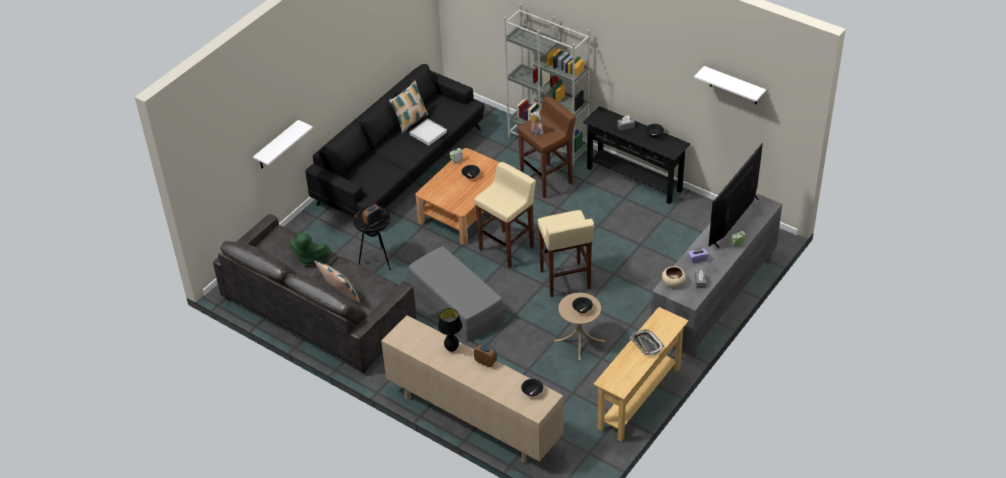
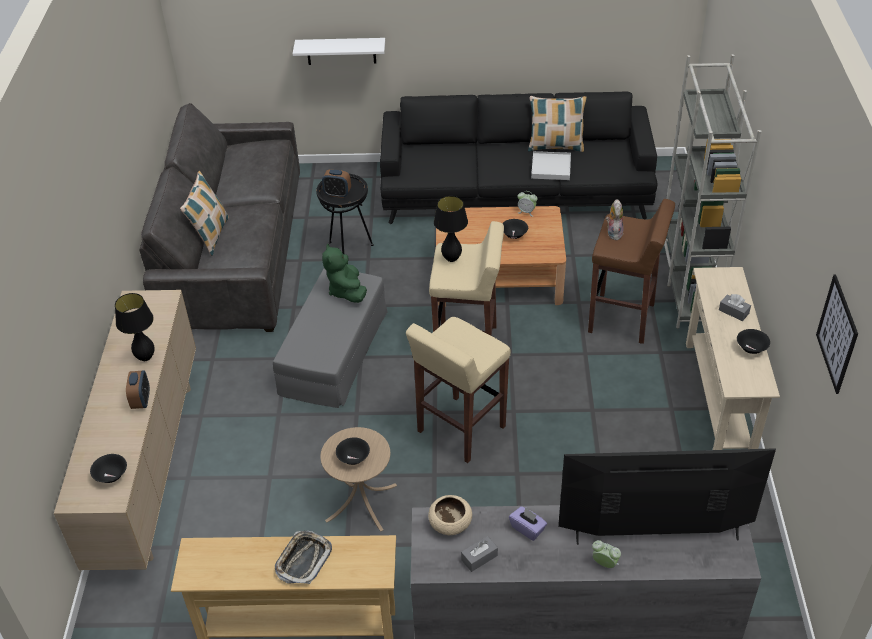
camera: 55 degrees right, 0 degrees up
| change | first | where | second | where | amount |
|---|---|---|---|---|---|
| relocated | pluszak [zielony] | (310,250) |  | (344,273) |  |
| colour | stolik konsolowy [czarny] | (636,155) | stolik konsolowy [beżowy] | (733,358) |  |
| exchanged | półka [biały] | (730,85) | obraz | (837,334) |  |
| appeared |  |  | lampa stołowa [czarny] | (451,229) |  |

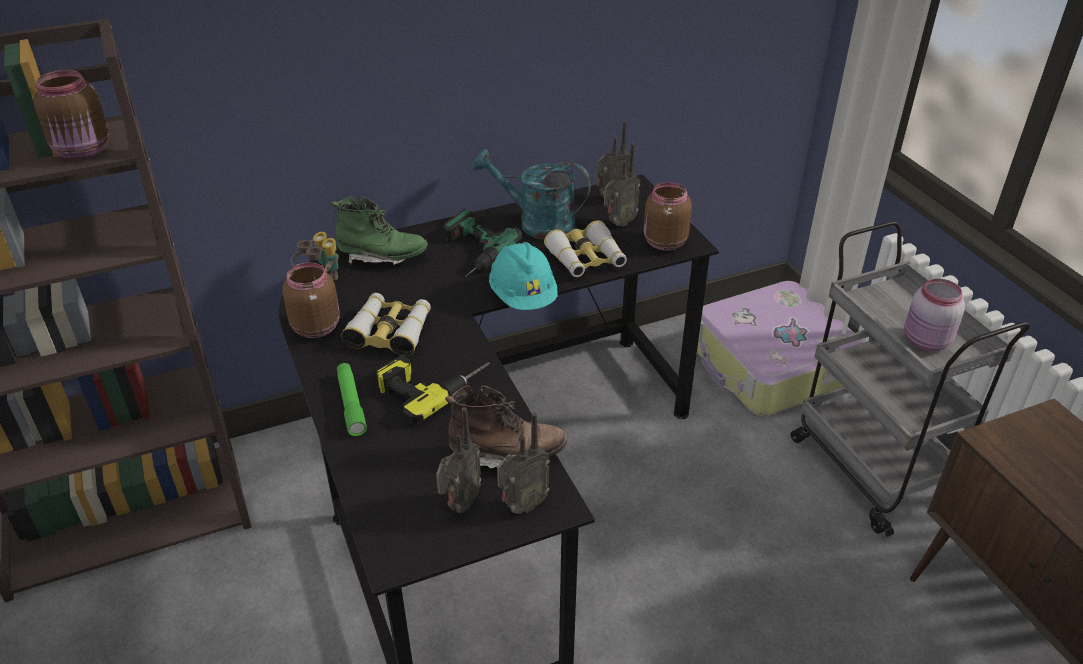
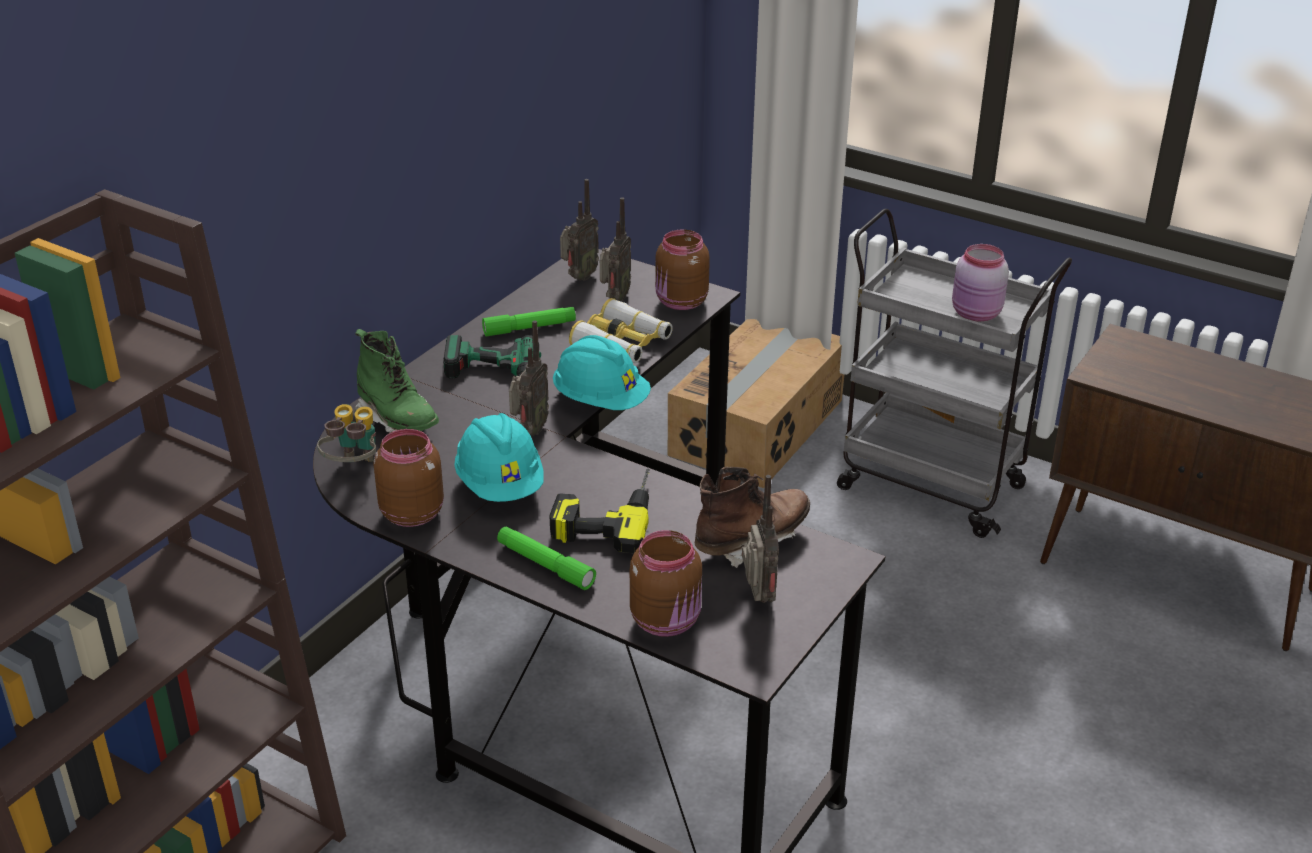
camera: 35 degrees left, 5 degrees down
| change | first | where | second | where | amount |
|---|---|---|---|---|---|
| relocated | słoik [brązowy] | (71,115) |  | (666,583) |  |
| spun | but z cholewką [zielony] | (379,230) |  | (397,380) | 75 degrees clockwise |
| exchanged | lornetka | (386,324) | kask [turkusowy] | (499,457) |  |
| exchanged | konewka [turkusowy] | (531,194) | latarka [zielony] | (529,321) |  |
| relocated | radio | (523,463) |  | (529,378) |  |
| exchanged | walizka | (780,348) | karton | (756,403) |  |

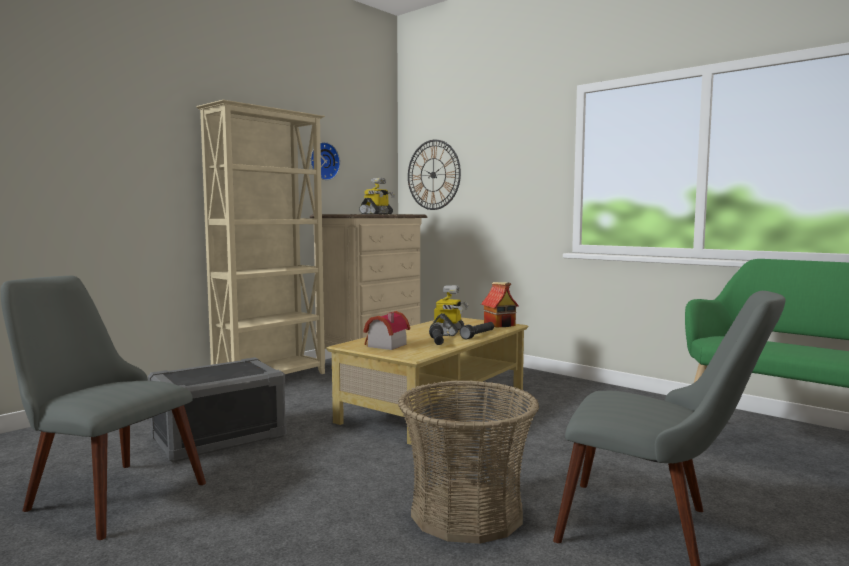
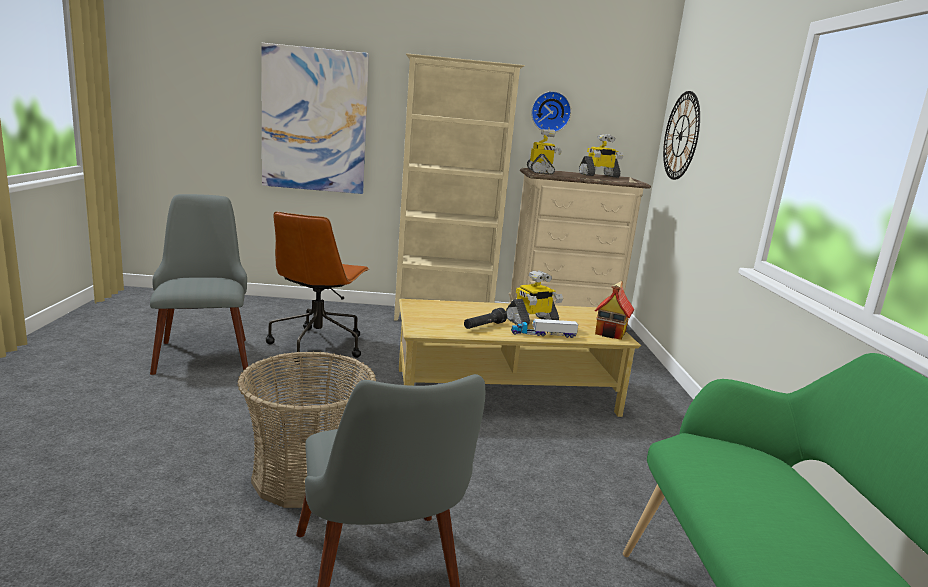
camera: 45 degrees right, 10 degrees up
| change | first | where | second | where | amount |
|---|---|---|---|---|---|
| exchanged | pojemnik do przechowywania [szary] | (217,410) | krzesło biurowe [brązowy] | (317,287) |  |
| missing | domek | (386,330) |  |  |  |
| exchanged | latarka [czarny] | (477,331) | ciężarówka zabawkowa | (544,328) |  |
| appeared |  |  | obraz | (315,118) |  |
| appeared |  |  | robot zabawkowy | (544,151) |  |

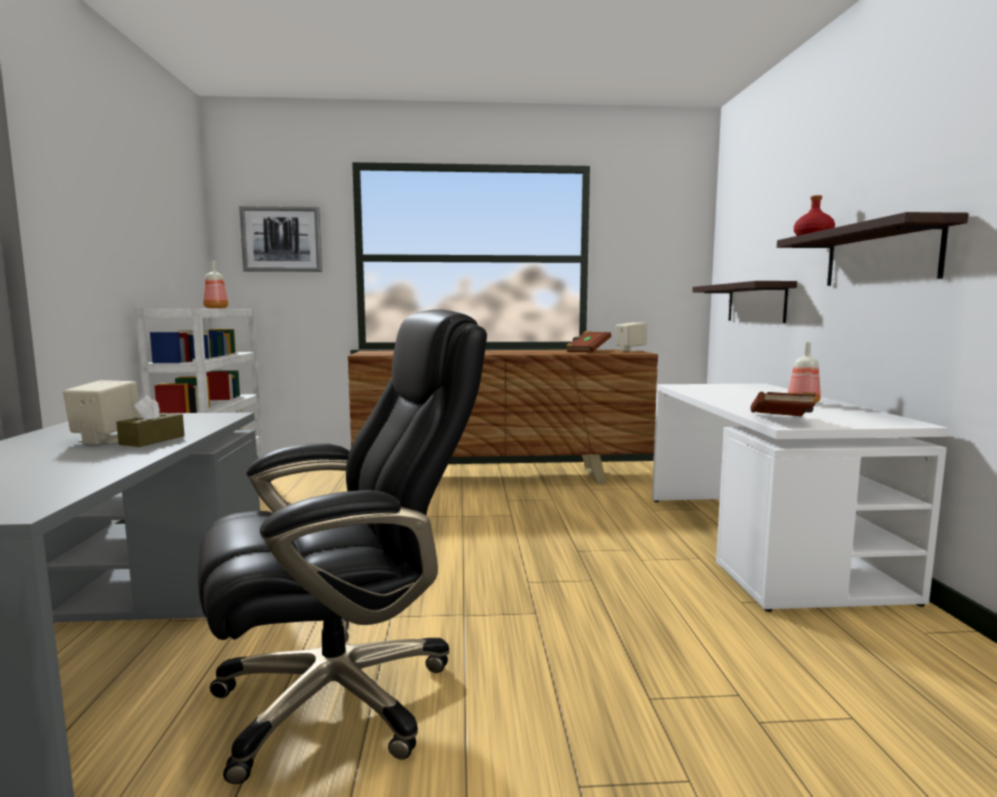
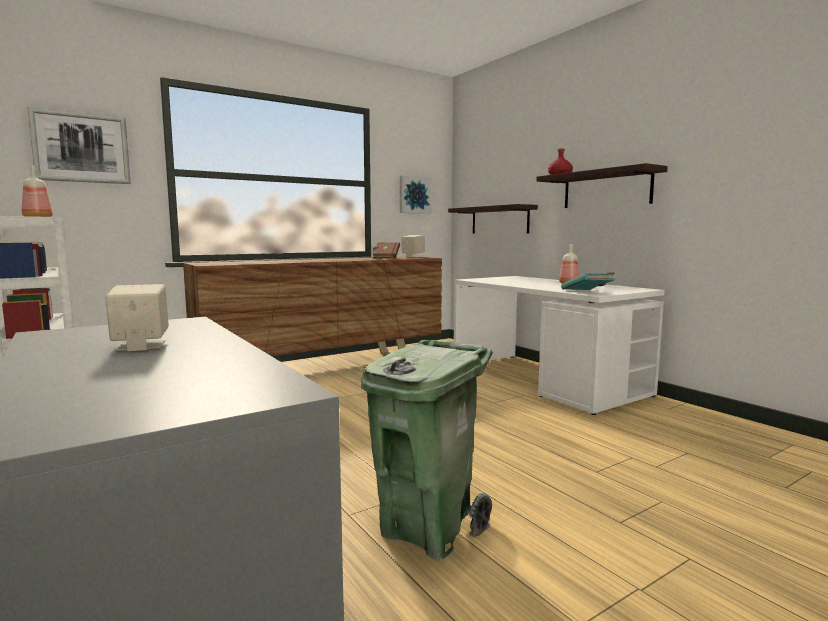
camera: 30 degrees left, 0 degrees up
| change | first | where | second | where | amount |
|---|---|---|---|---|---|
| missing | pudełko chusteczek [brązowy] | (150,421) |  |  |  |
| exchanged | krzesło biurowe [czarny] | (342,546) | kosz na śmieci [zielony] | (427,450) |  |
| colour | książka [brązowy] | (783,404) | książka [turkusowy] | (588,281) |  |
| appeared |  |  | obraz | (416,195) |  |

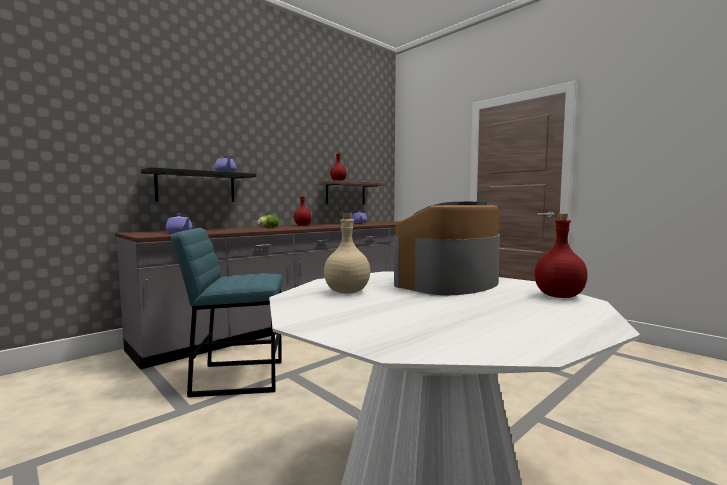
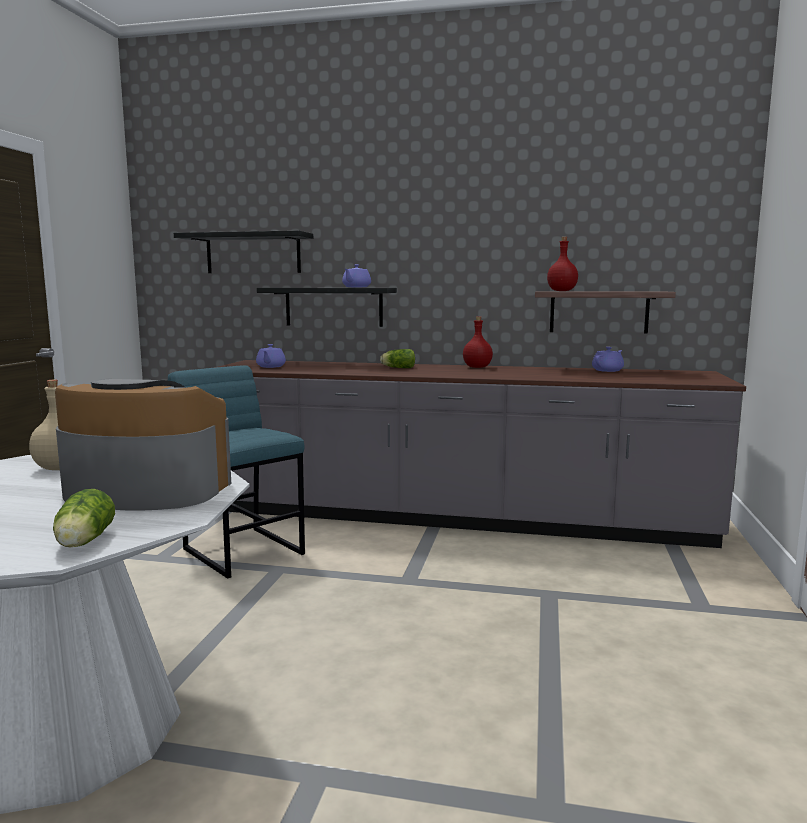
camera: 55 degrees right, 5 degrees up
| change | first | where | second | where | amount |
|---|---|---|---|---|---|
| exchanged | butelka [czerwony] | (561,255) | sałata | (84,518) |  |
| appeared |  |  | półka [czarny] | (243,251) |  |

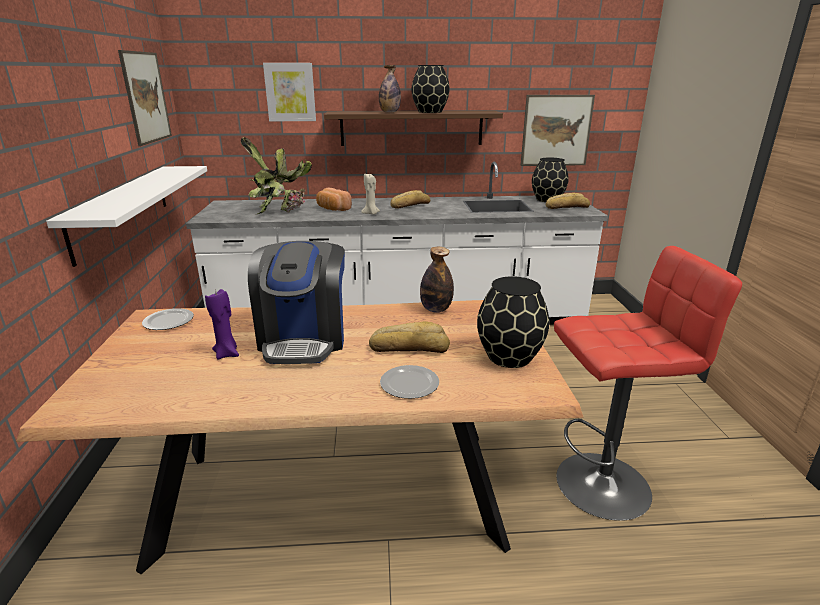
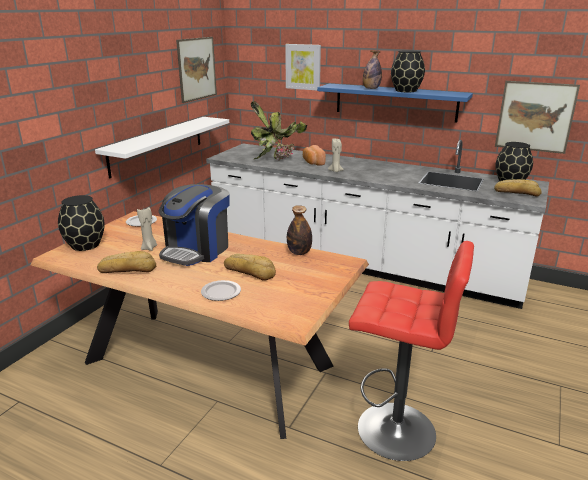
camera: 30 degrees right, 0 degrees up
| change | first | where | second | where | amount |
|---|---|---|---|---|---|
| colour | świeca [fioletowy] | (222,324) | świeca [beżowy] | (147,228) |  |
| colour | półka [brązowy] | (413,128) | półka [niebieski] | (395,103) |  |
| relocated | chleb | (410,199) |  | (126,262) |  |
| relocated | wazon [czarny] | (513,322) |  | (81,223) |  |

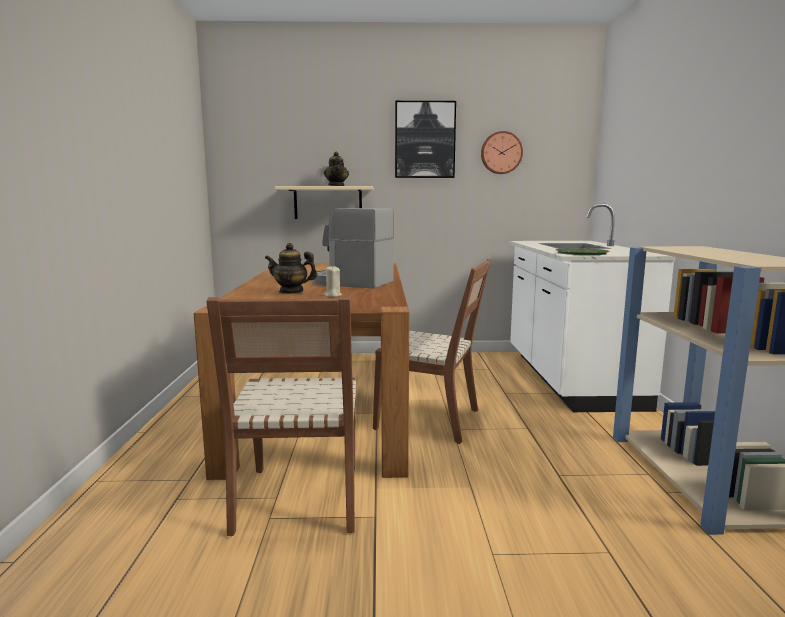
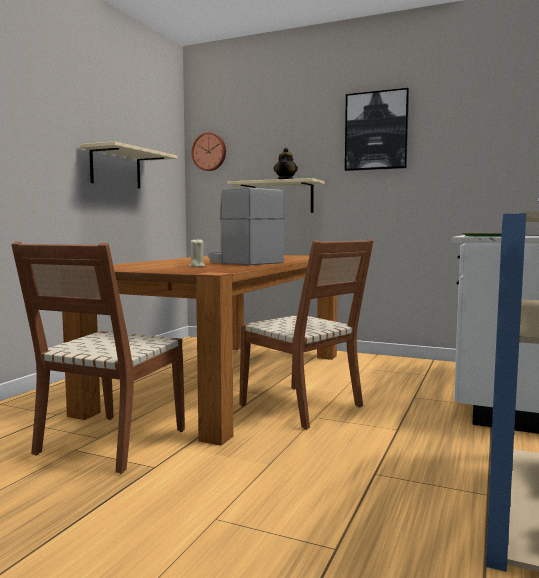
camera: 25 degrees right, 5 degrees down
| change | first | where | second | where | amount |
|---|---|---|---|---|---|
| missing | imbryk | (291,268) |  |  |  |
| relocated | zegar ścienny | (502,152) |  | (208,151) |  |
| appeared |  |  | półka [beżowy] | (128,165) |  |

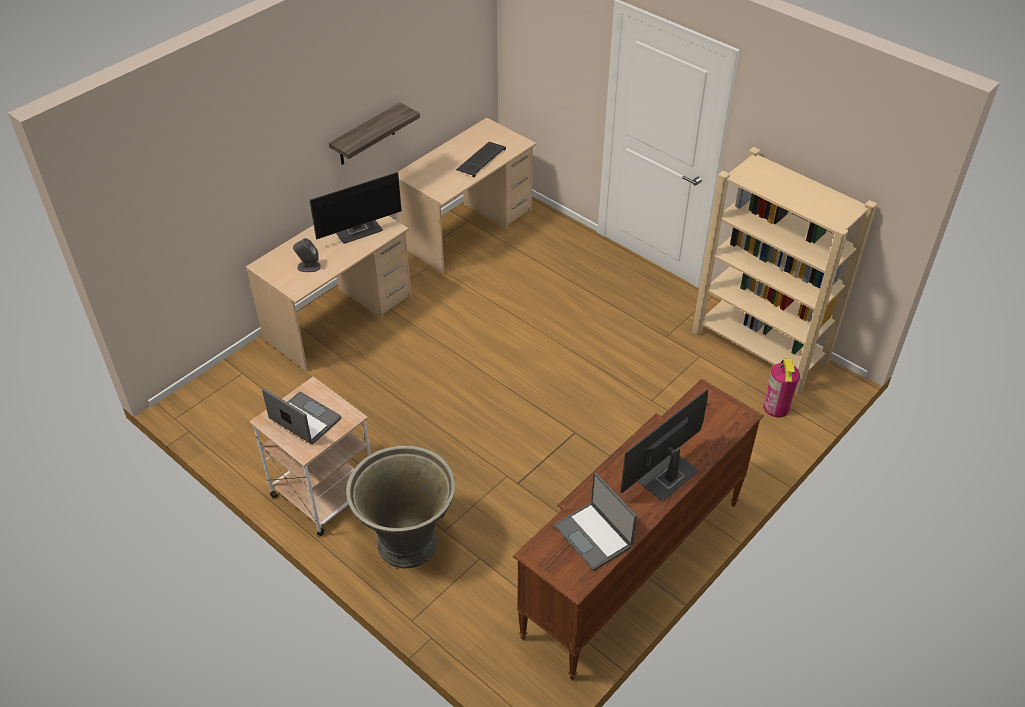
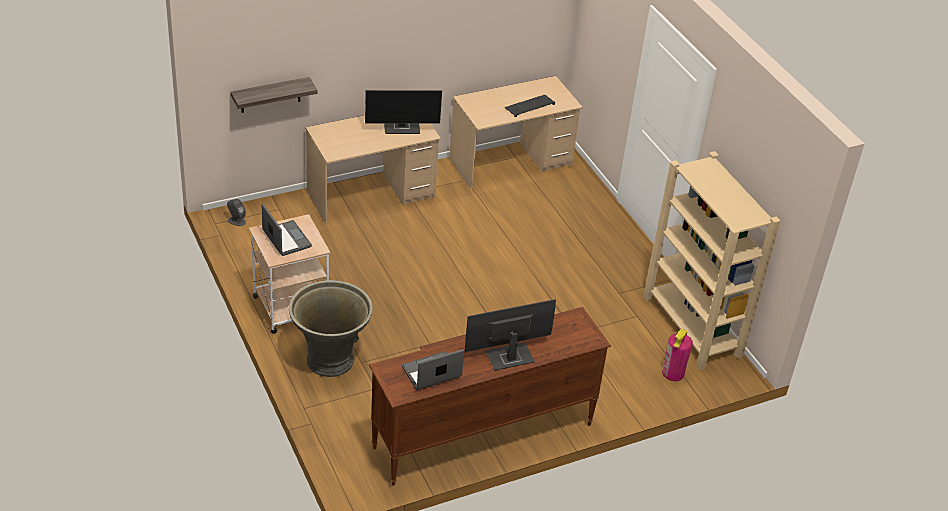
camera: 20 degrees right, 5 degrees down
| change | first | where | second | where | amount |
|---|---|---|---|---|---|
| relocated | głośnik [szary] | (307,255) |  | (236,212) |  |
| relocated | półka | (374,134) |  | (274,95) |  |
| spun | laptop | (595,522) |  | (433,369) | 75 degrees clockwise |

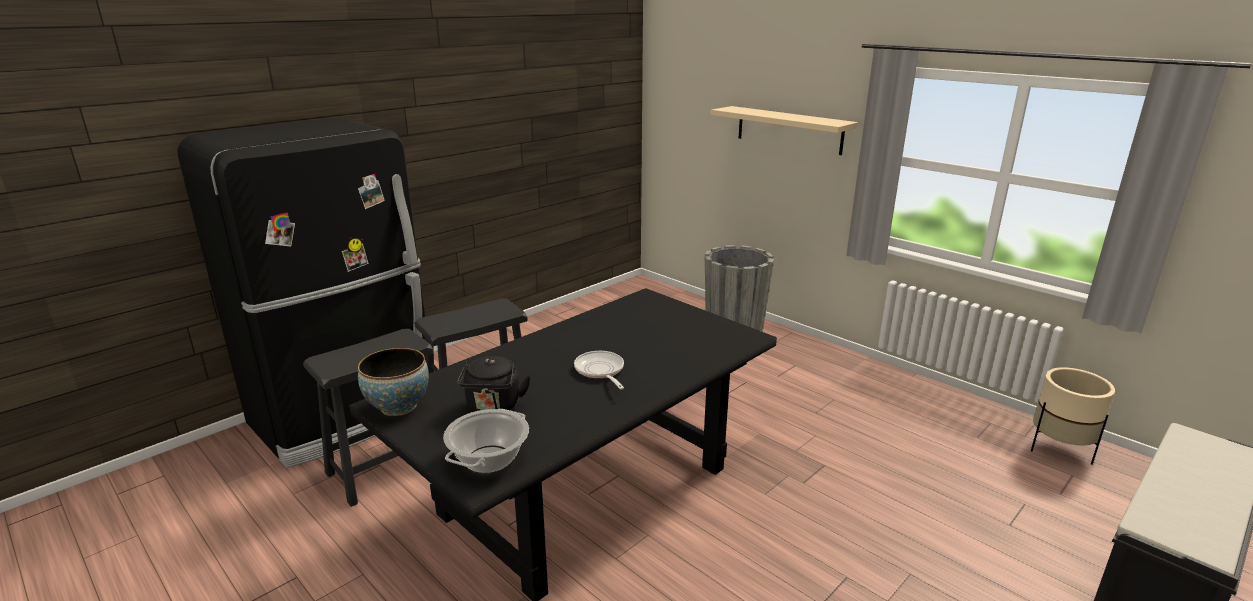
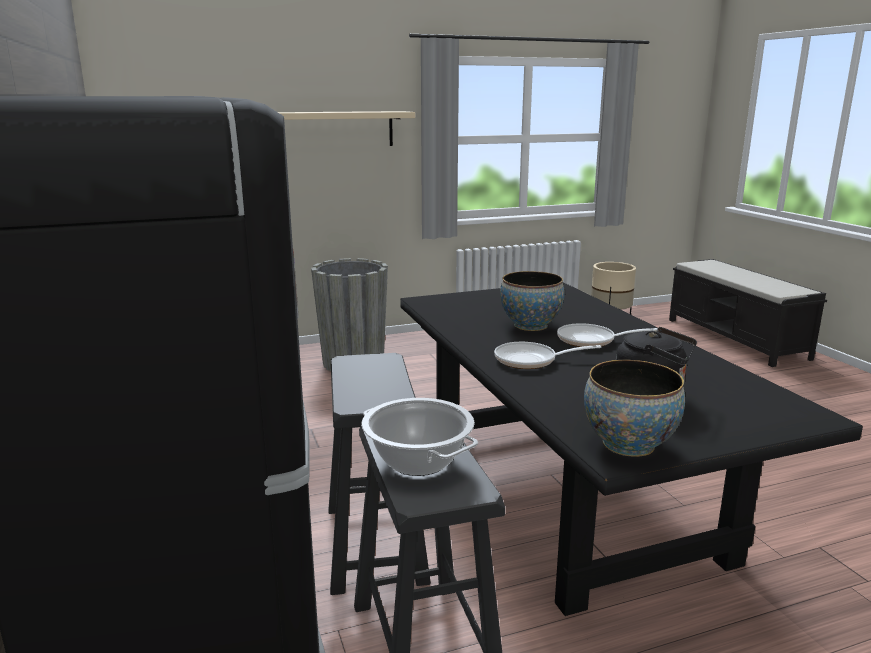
camera: 65 degrees left, 5 degrees down
| change | first | where | second | where | amount |
|---|---|---|---|---|---|
| relocated | garnek | (486,441) |  | (419,437) |  |
| appeared |  |  | patelnia | (547,355) |  |
| appeared |  |  | miska | (532,301) |  |

